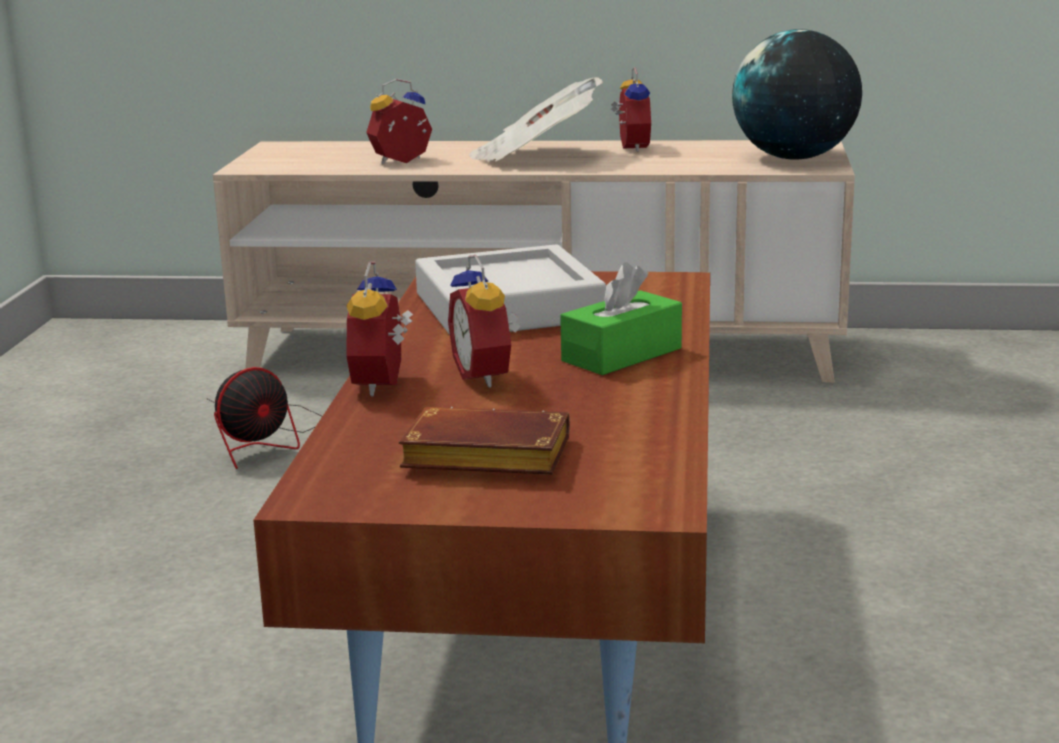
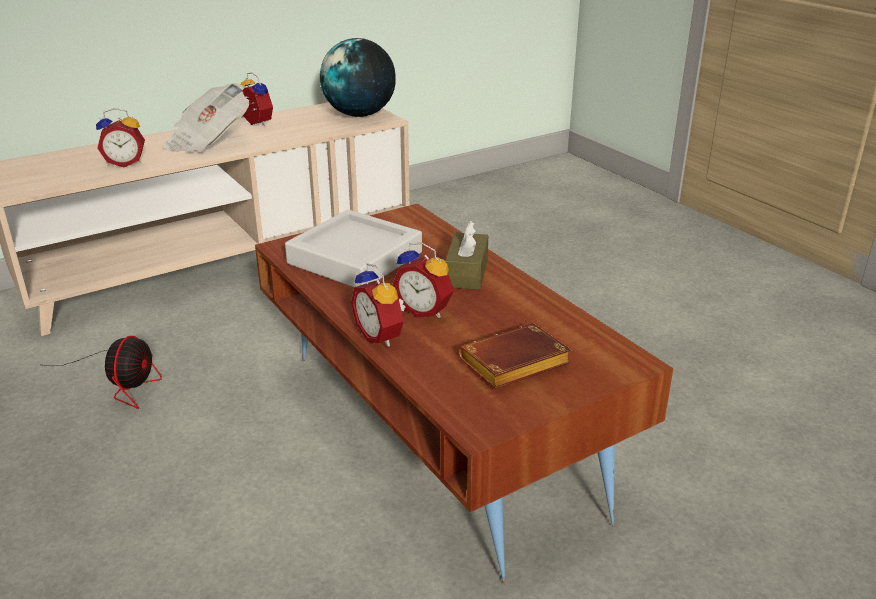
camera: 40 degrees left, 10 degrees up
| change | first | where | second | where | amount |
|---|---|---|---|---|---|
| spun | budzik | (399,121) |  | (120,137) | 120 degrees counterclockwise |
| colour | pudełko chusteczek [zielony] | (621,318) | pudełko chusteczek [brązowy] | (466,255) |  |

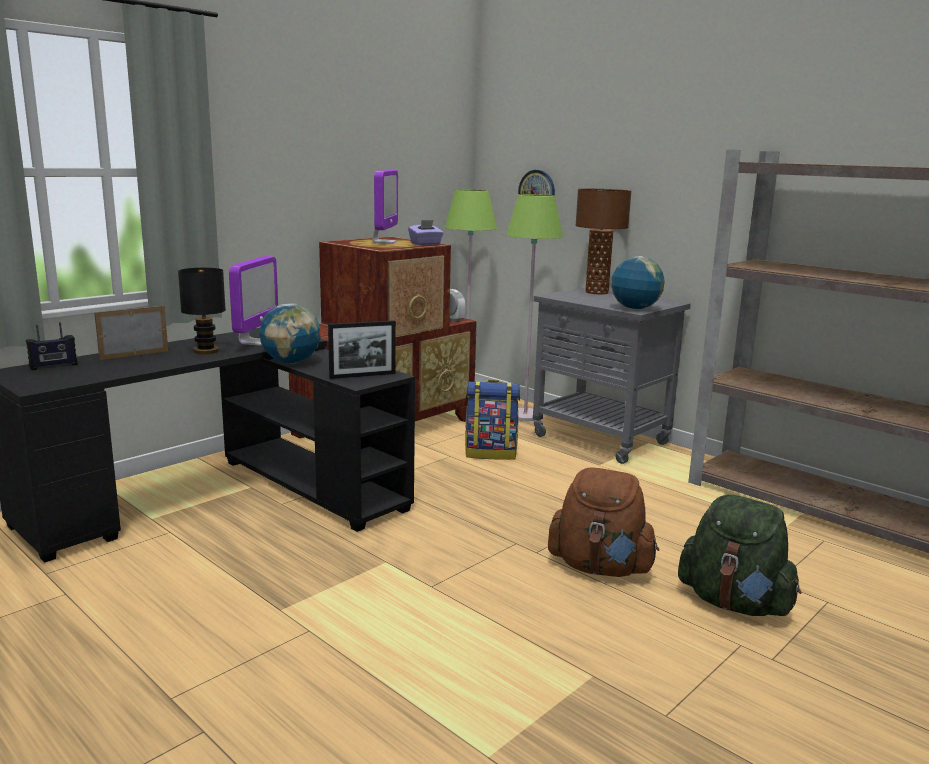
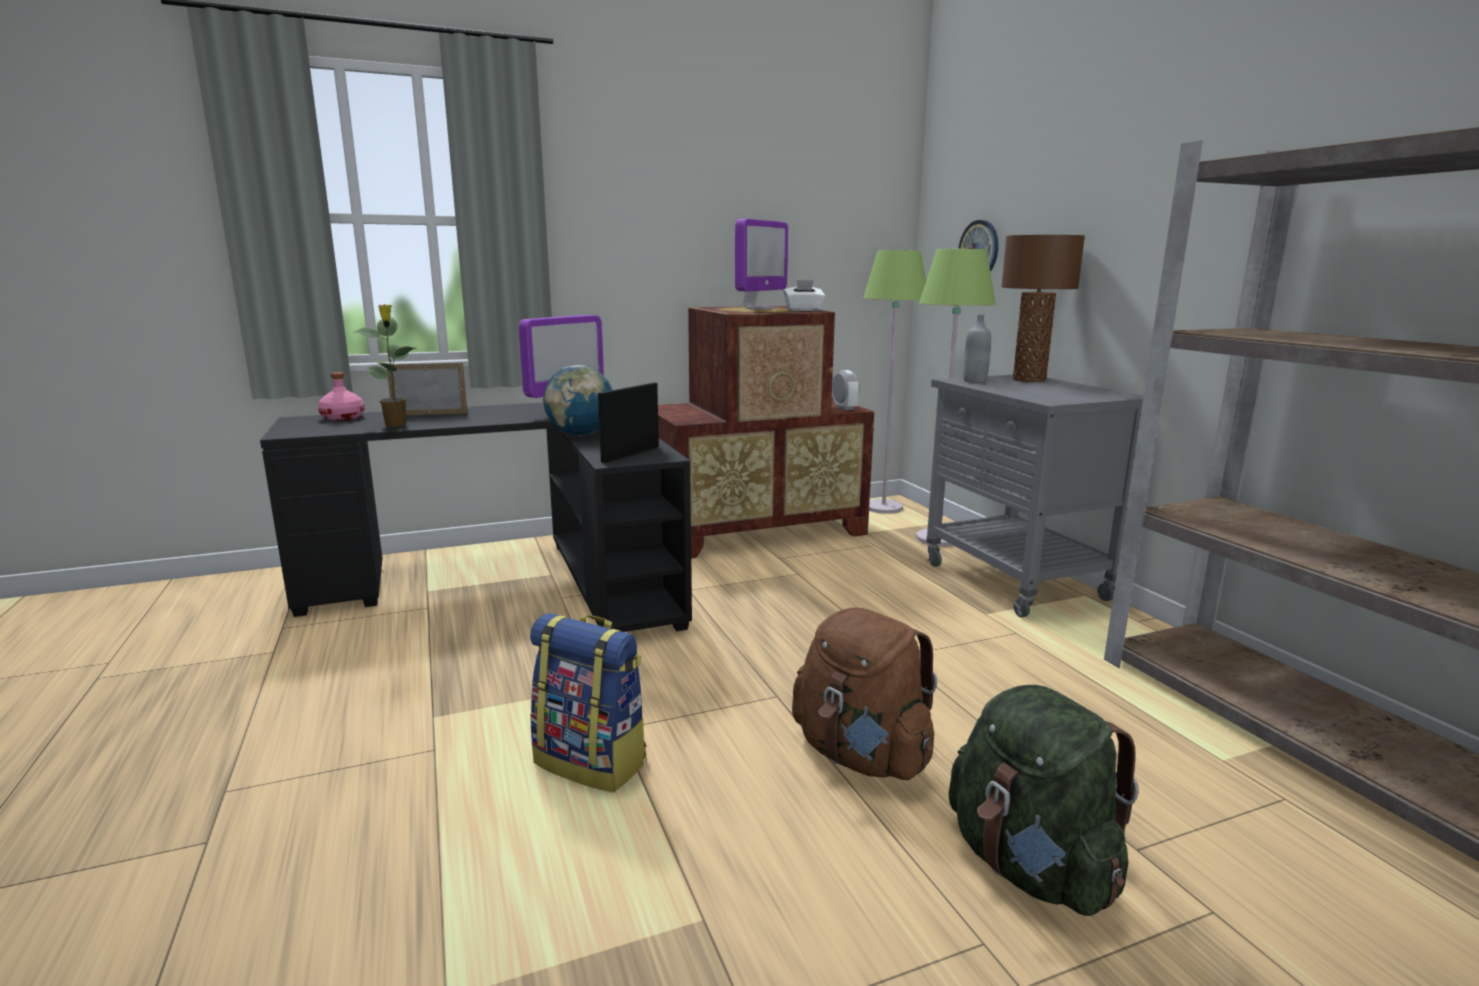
camera: 25 degrees right, 0 degrees up
| change | first | where | second | where | amount |
|---|---|---|---|---|---|
| exchanged | radio | (52,346) | butelka [różowy] | (341,396) |  |
| missing | lampa stołowa [czarny] | (202,311) |  |  |  |
| spun | ramka na zdjęcie | (362,349) |  | (628,422) | 120 degrees clockwise |
| colour | pudełko chusteczek [fioletowy] | (426,232) | pudełko chusteczek [biały] | (804,295) |  |
| relocated | plecak | (492,420) |  | (588,702) |  |
| missing | globus | (638,282) |  |  |  |
| appeared |  |  | roślina doniczkowa | (385,365) |  |
| appeared |  |  | butelka [szary] | (977,348) |  |

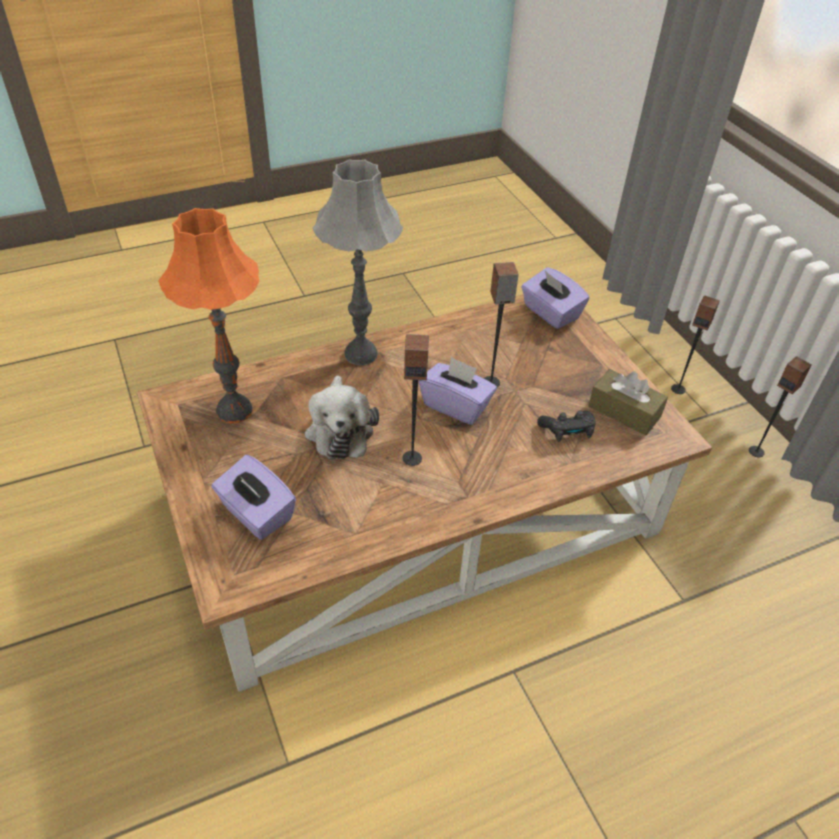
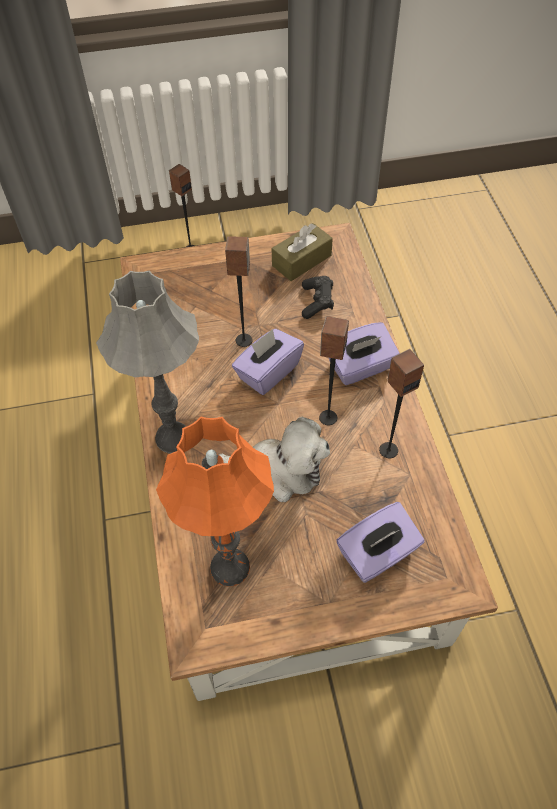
camera: 75 degrees left, 10 degrees up
| change | first | where | second | where | amount |
|---|---|---|---|---|---|
| relocated | pudełko chusteczek [fioletowy] | (555,298) |  | (364,353) |  |
| relocated | głośnik | (780,406) |  | (401,403) |  |

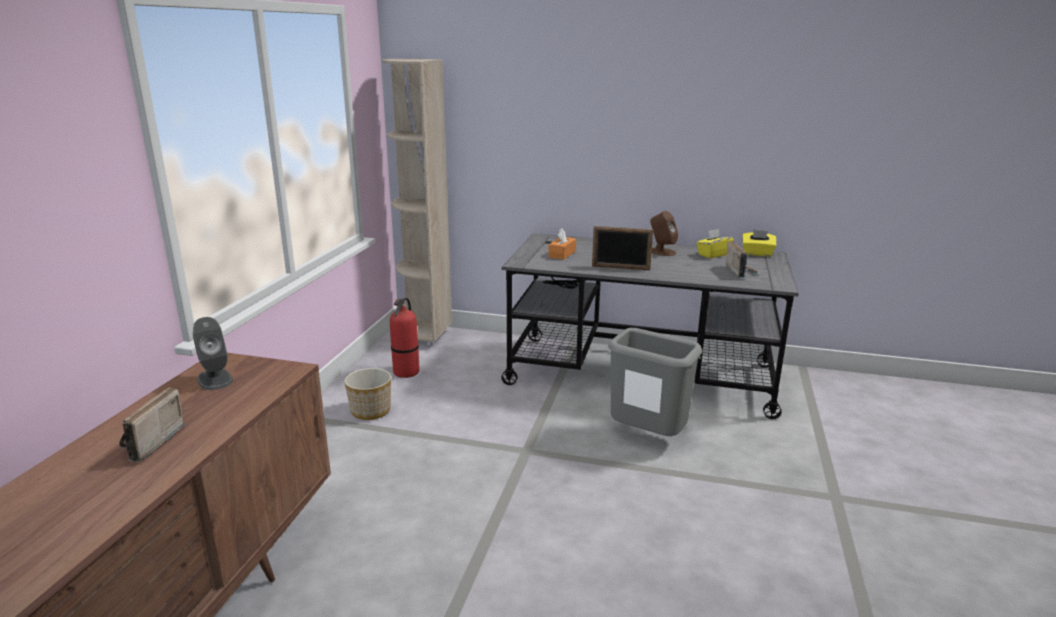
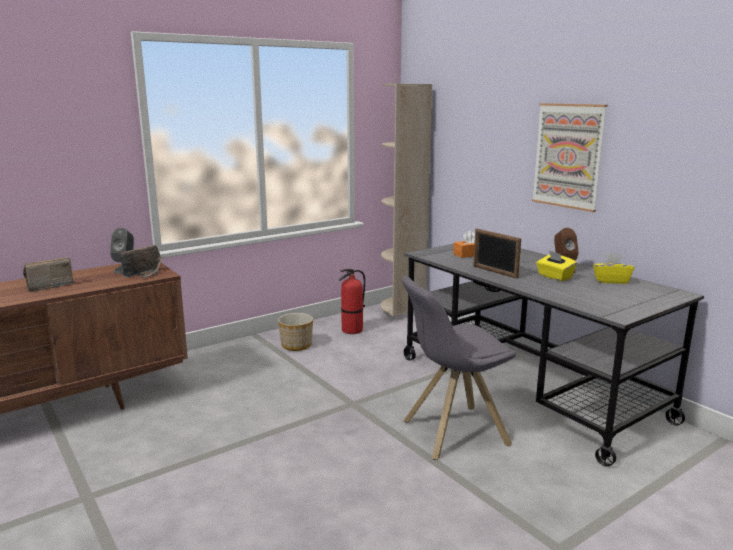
camera: 40 degrees right, 5 degrees down
| change | first | where | second | where | amount |
|---|---|---|---|---|---|
| exchanged | kosz na śmieci [szary] | (655,382) | krzesło [szary] | (459,368) |  |
| relocated | radio | (743,259) |  | (140,261) |  |
| relocated | pudełko chusteczek [żółty] | (759,242) |  | (556,265) |  |
| appeared |  |  | obraz | (570,157) |  |

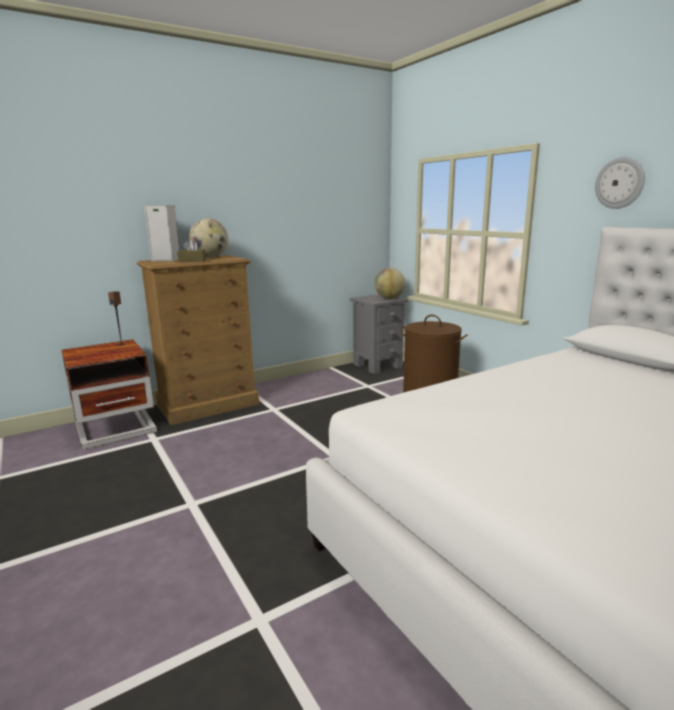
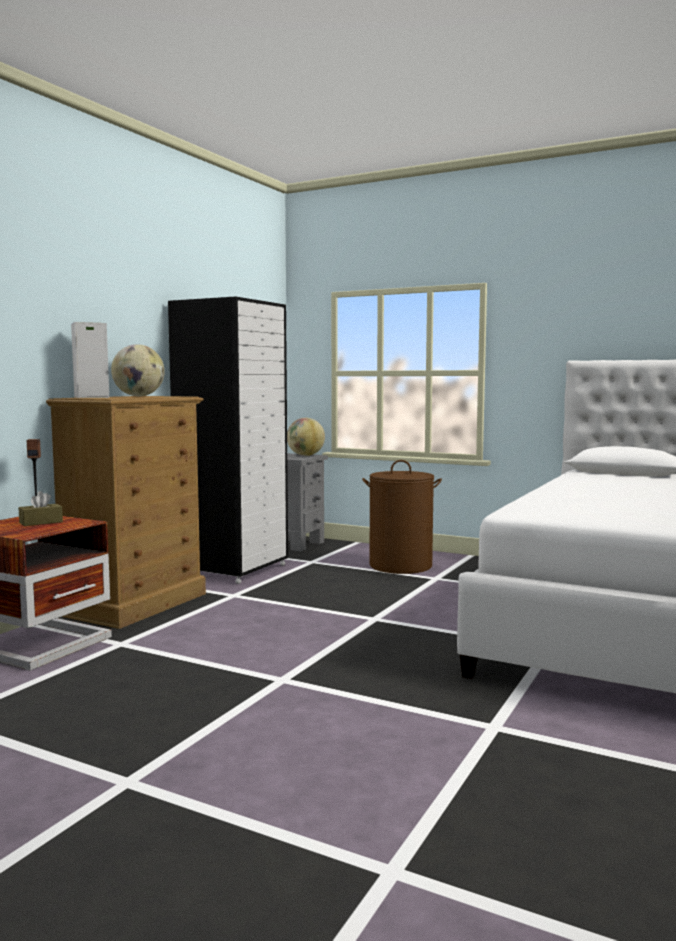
camera: 30 degrees left, 10 degrees down
| change | first | where | second | where | amount |
|---|---|---|---|---|---|
| relocated | pudełko chusteczek [brązowy] | (191,251) |  | (41,508) |  |
| missing | zegar ścienny | (620,183) |  |  |  |
| appeared |  |  | szafa | (228,440) |  |

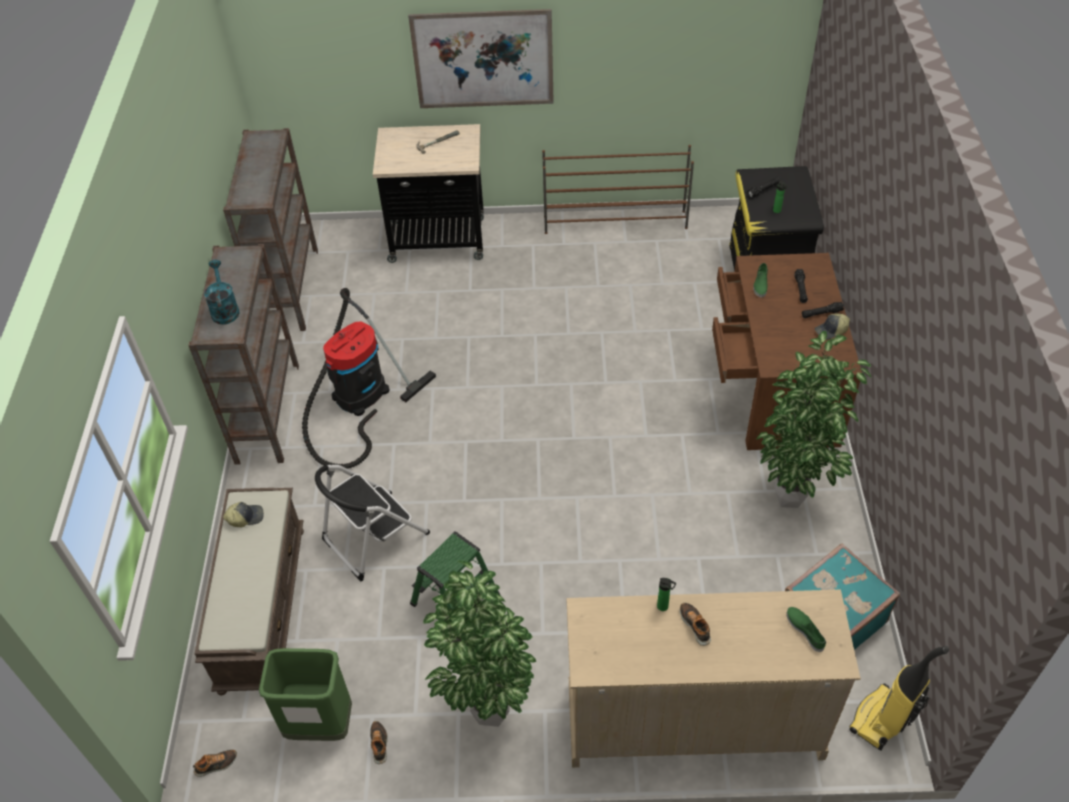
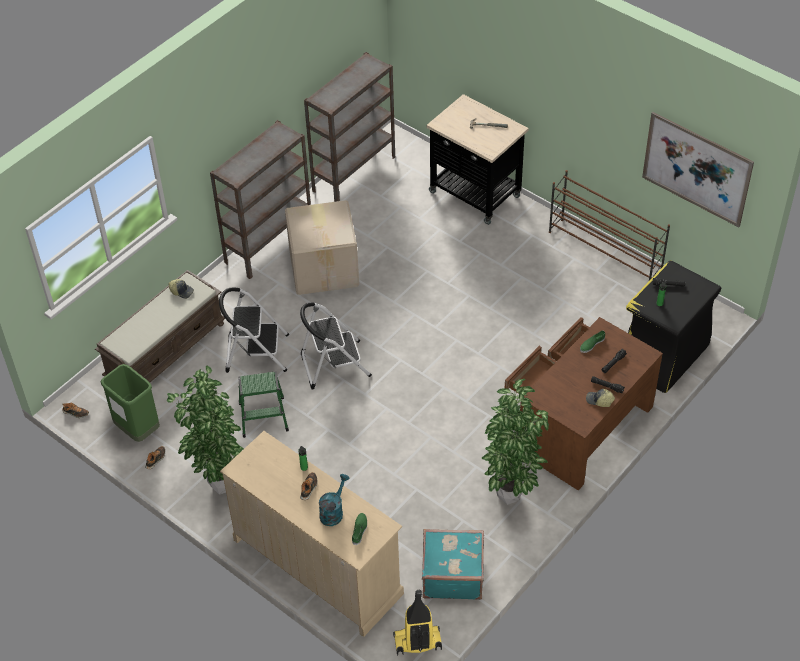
camera: 40 degrees right, 0 degrees up
| change | first | where | second | where | amount |
|---|---|---|---|---|---|
| relocated | konewka [turkusowy] | (221,292) |  | (334,500) |  |
| exchanged | odkurzacz | (369,378) | karton | (322,247) |  |
| relocated | obraz | (481,58) |  | (698,169) |  |
| appeared |  |  | drabinka | (336,346) |  |

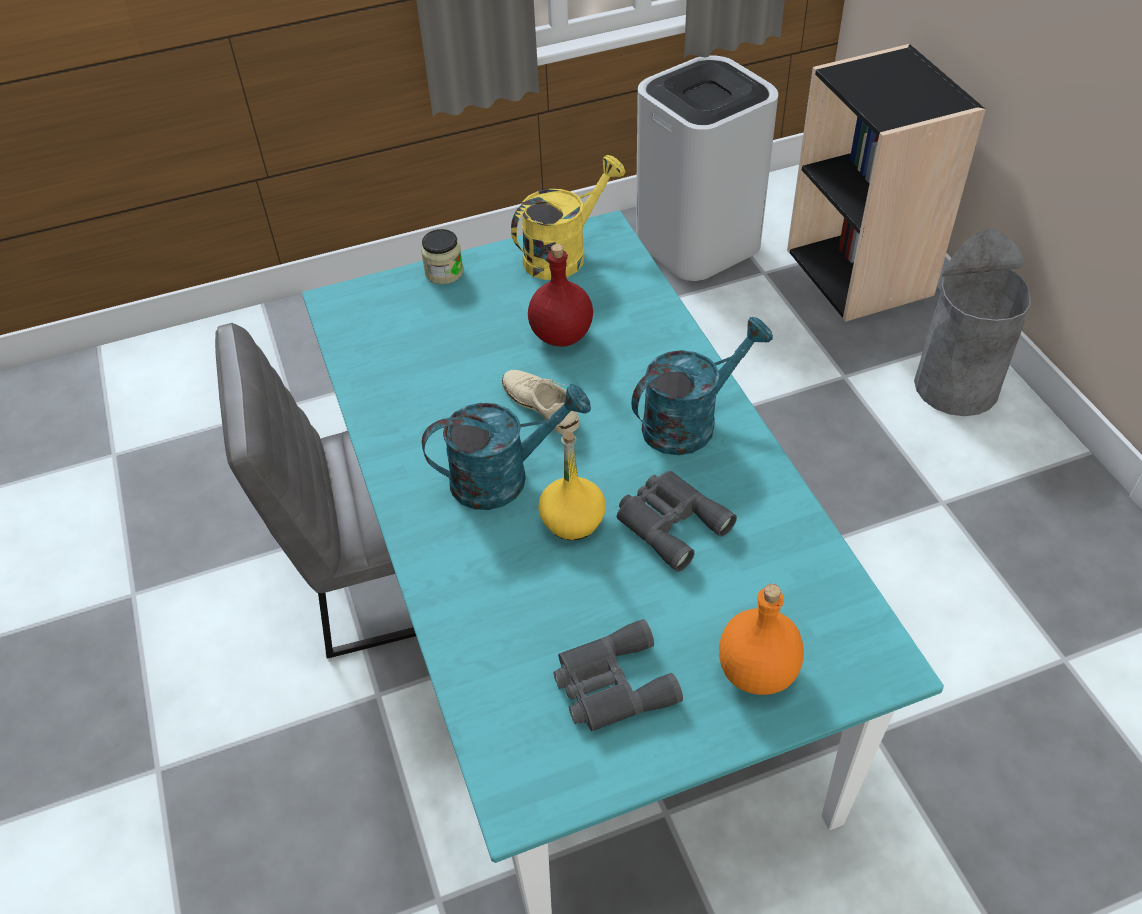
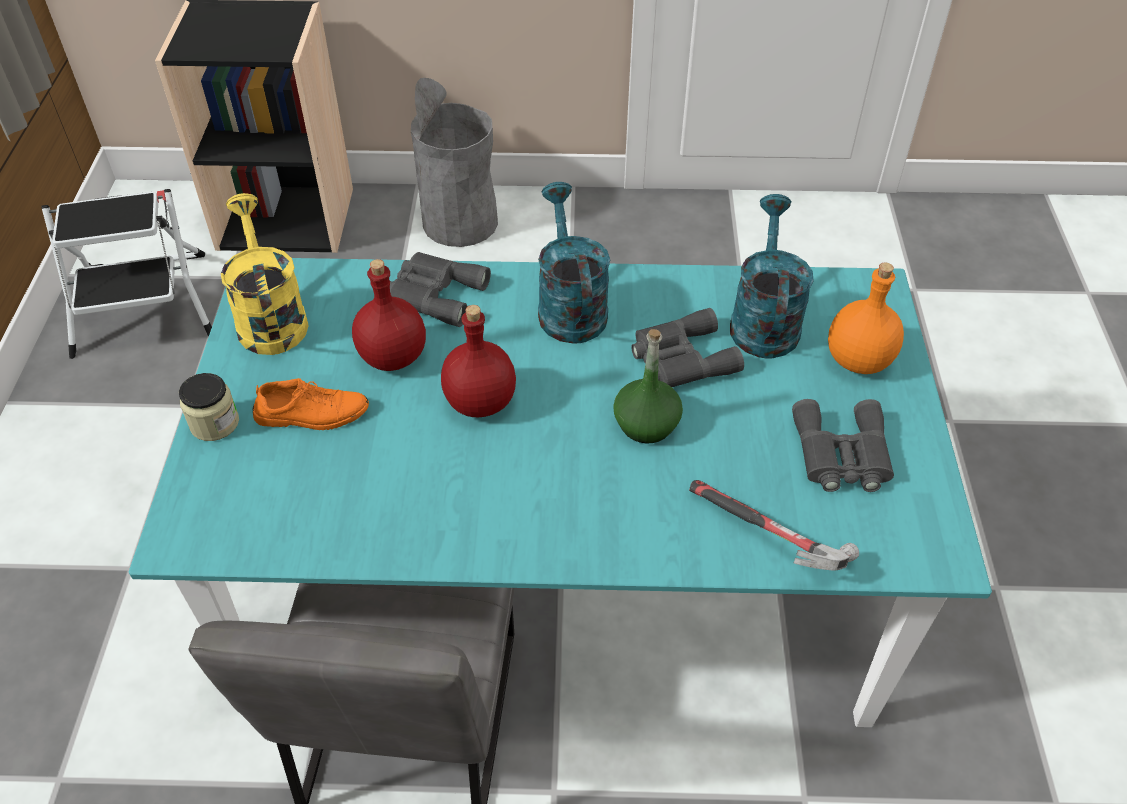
camera: 70 degrees left, 0 degrees up
| change | first | where | second | where | amount |
|---|---|---|---|---|---|
| relocated | konewka [turkusowy] | (506,447) |  | (772,276) |  |
| exchanged | but [beżowy] | (541,402) | butelka [czerwony] | (478,361) |  |
| colour | butelka [żółty] | (572,485) | butelka [zielony] | (648,386) |  |
| exchanged | kosz na śmieci [biały] | (707,168) | drabinka | (126,274) |  |
| appeared |  |  | but [pomarańczowy] | (311,404) |  |
| appeared |  |  | lornetka [szary] | (440,289) |  |
| appeared |  |  | młotek | (774,525) |  |

